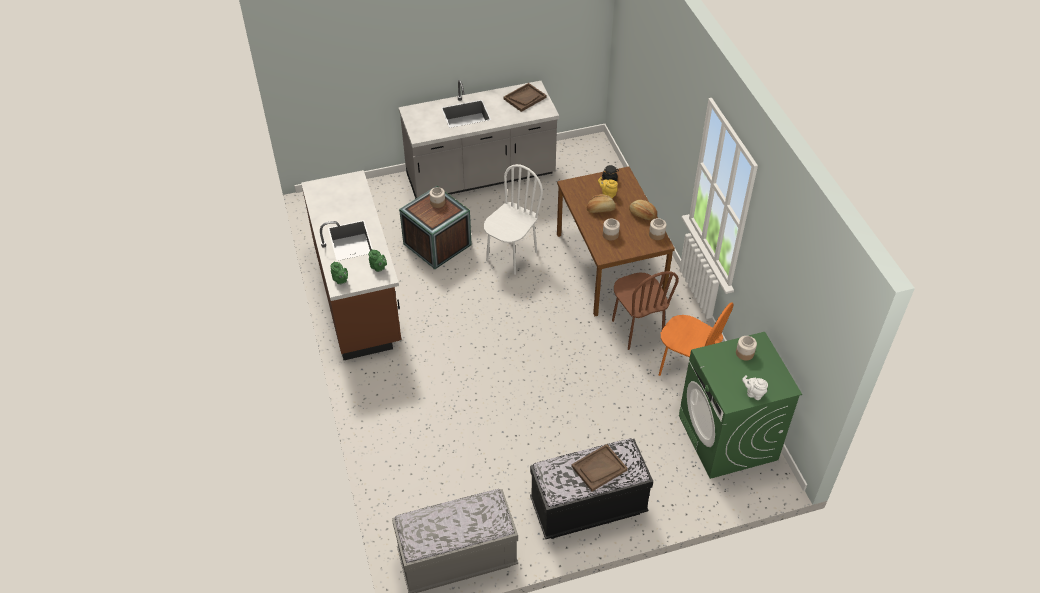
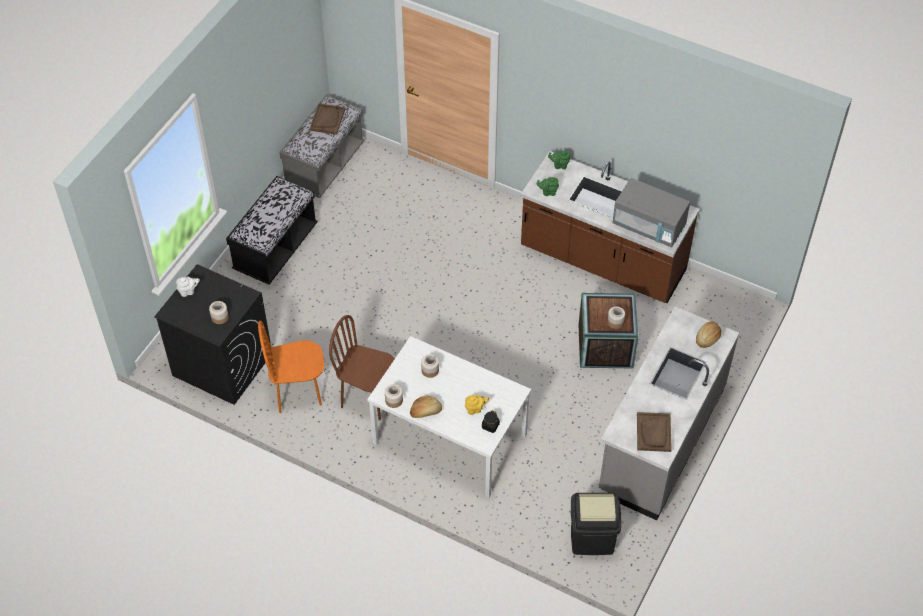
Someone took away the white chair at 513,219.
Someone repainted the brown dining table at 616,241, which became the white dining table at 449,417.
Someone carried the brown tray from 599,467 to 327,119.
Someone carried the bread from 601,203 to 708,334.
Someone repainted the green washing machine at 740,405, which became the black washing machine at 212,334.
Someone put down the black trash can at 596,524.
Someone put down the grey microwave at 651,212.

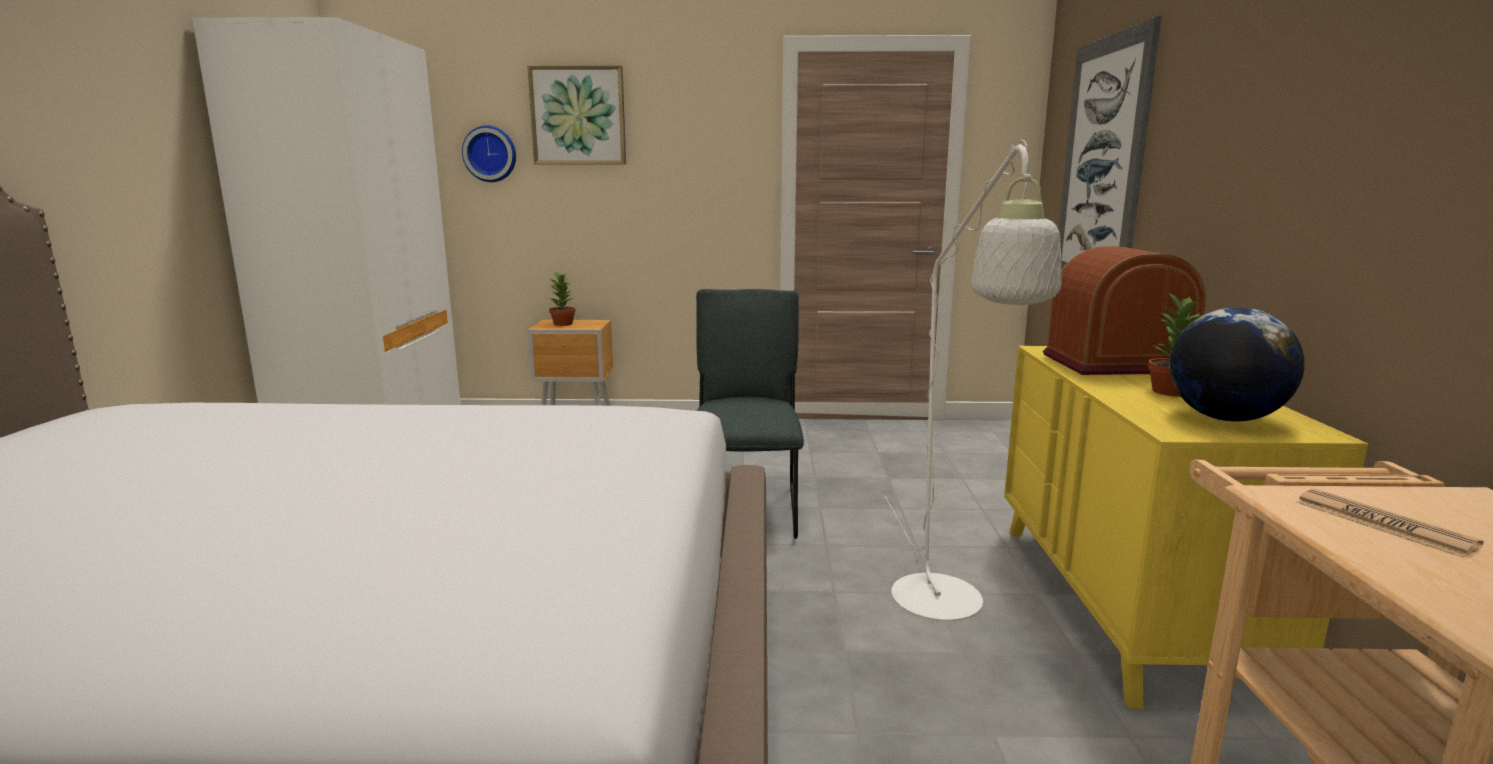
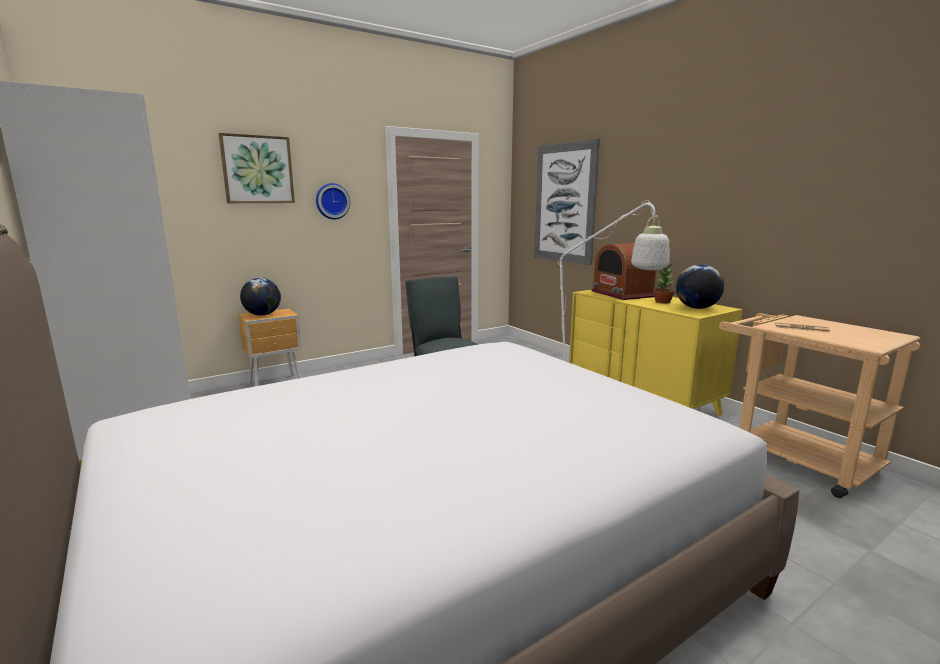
Someone carried the wall clock from 489,153 to 333,201.
Someone swapped the potted plant at 562,298 for the globe at 260,297.
Someone rotated the radio at 1124,310 by 75 degrees counterclockwise.

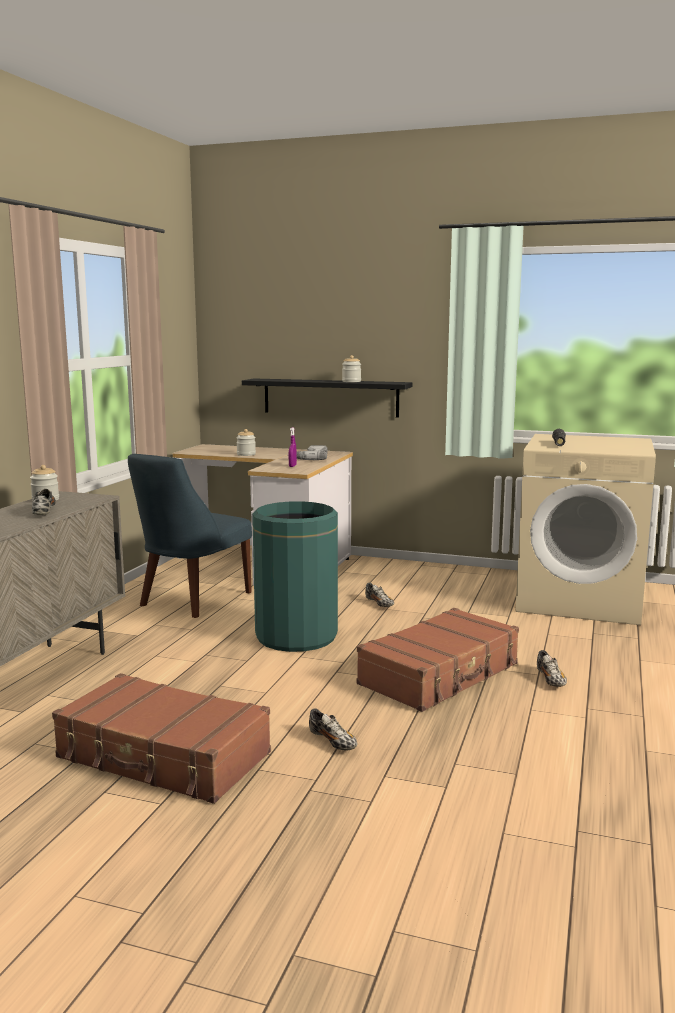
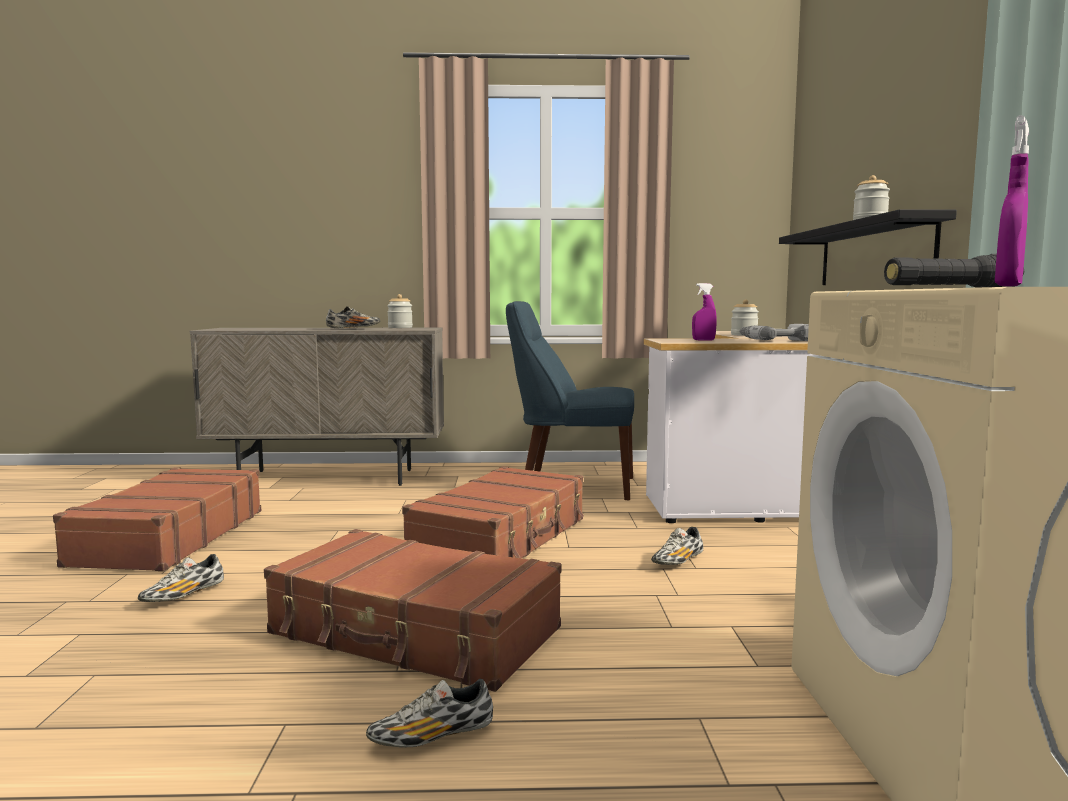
Someone swapped the green trash can at 295,576 for the brown suitcase at 493,512.
Someone put down the purple spray bottle at 1012,200.

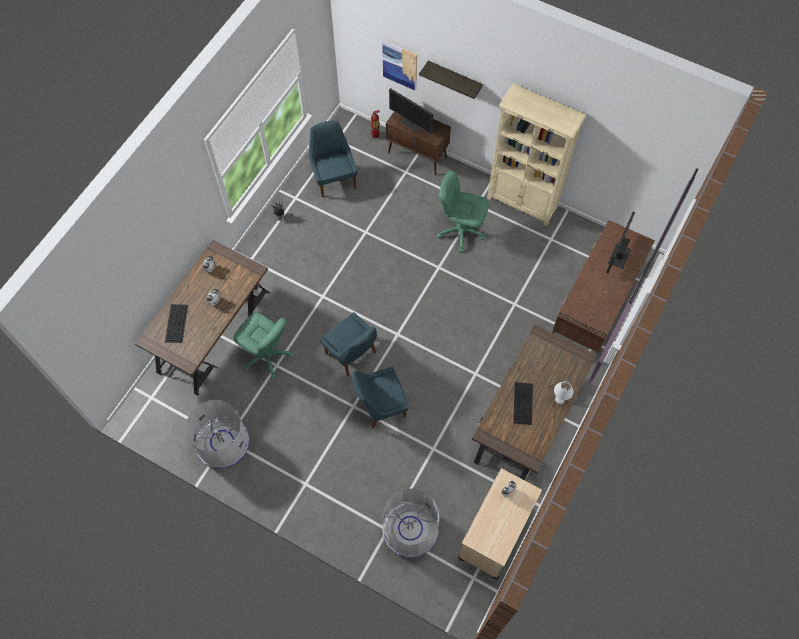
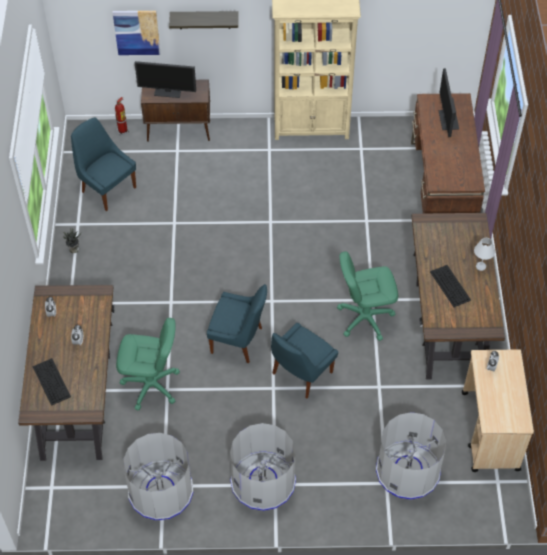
Someone carried the green office chair from 463,211 to 367,296.
Someone put down the grey trash can at 263,467.

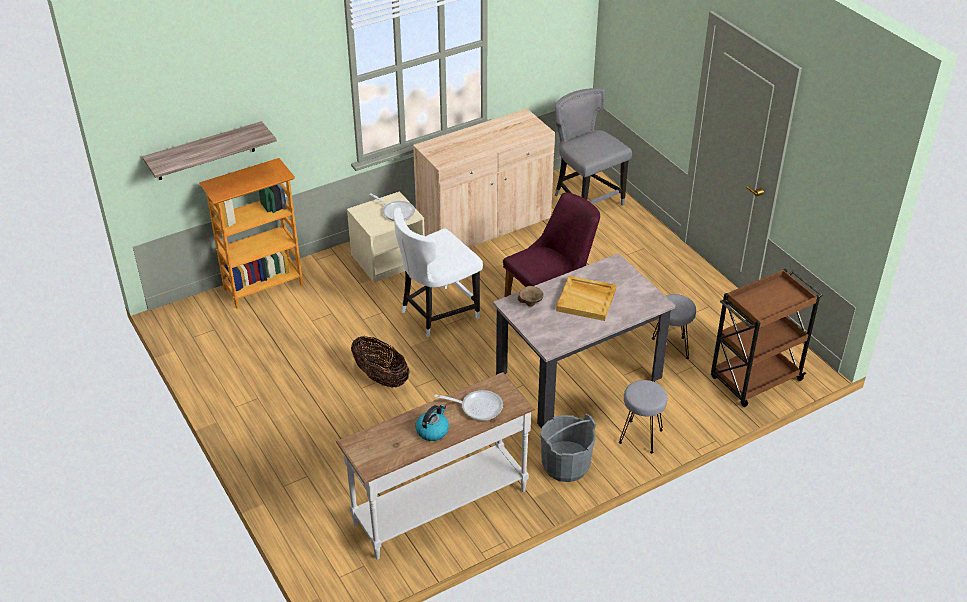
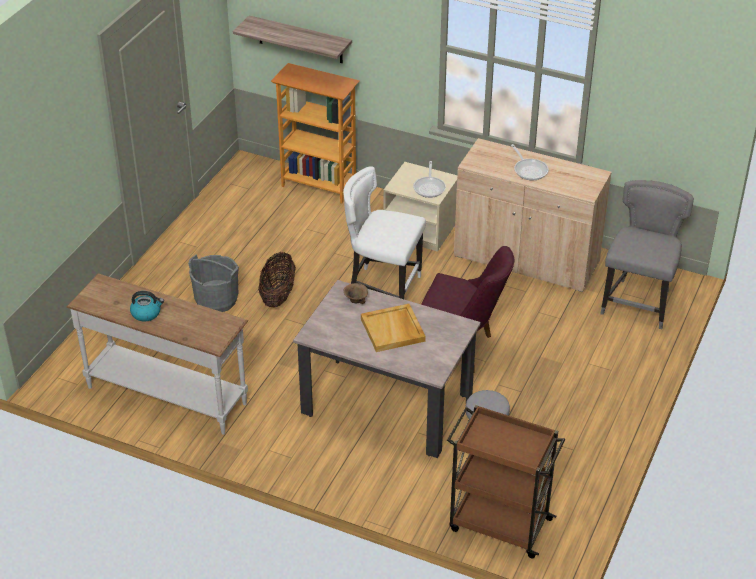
Someone carried the frying pan from 468,405 to 530,162.
Someone carried the grey bucket from 568,448 to 213,283.
Someone took away the grey stool at 643,416.

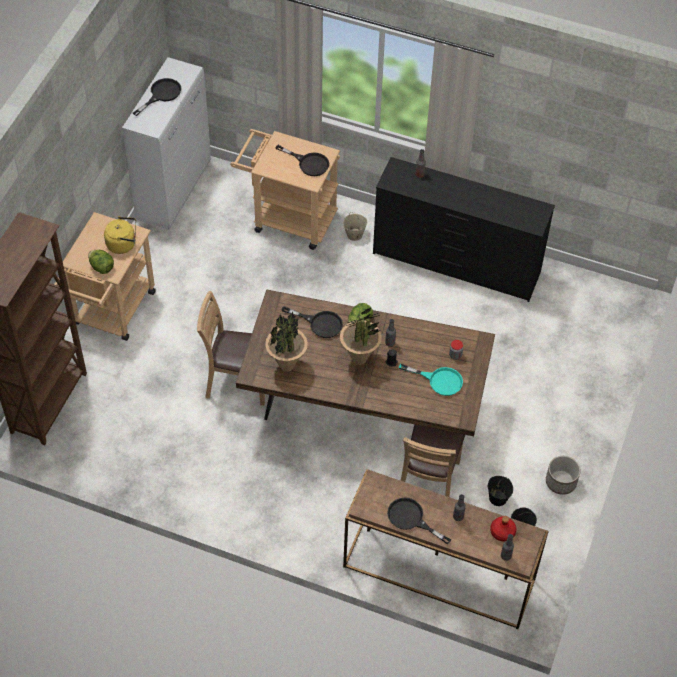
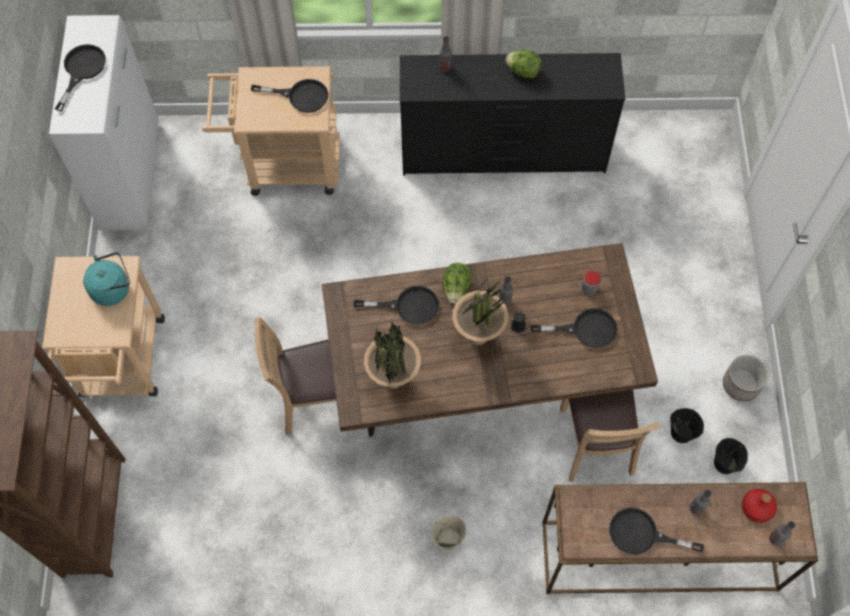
Someone carried the lettuce from 101,262 to 523,64.
Someone repainted the yellow kettle at 120,235, which became the turquoise kettle at 106,279.
Someone carried the beige bucket from 355,226 to 449,532.
Someone repainted the turquoise frying pan at 431,380, which became the black frying pan at 574,328.

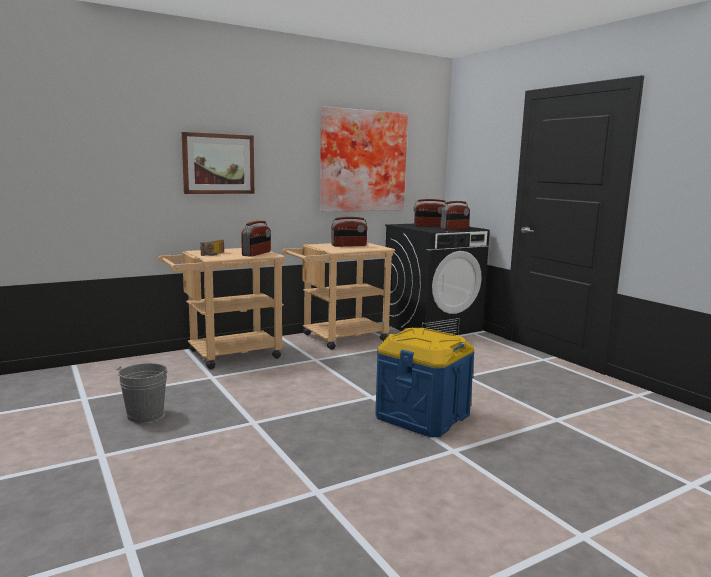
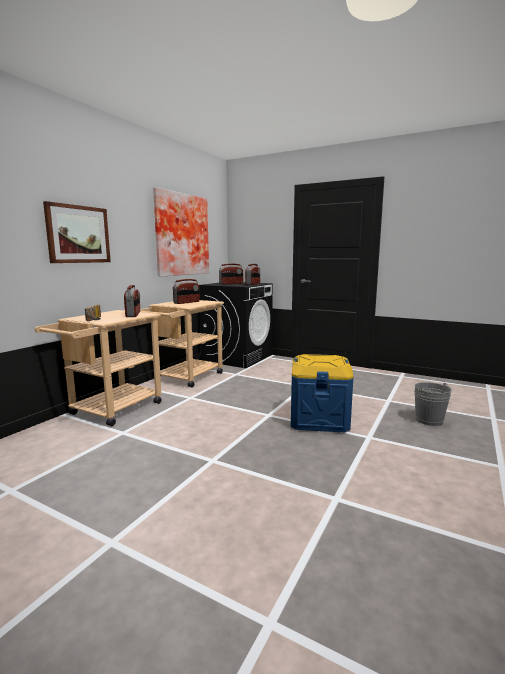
Someone carried the grey bucket from 142,393 to 433,404.

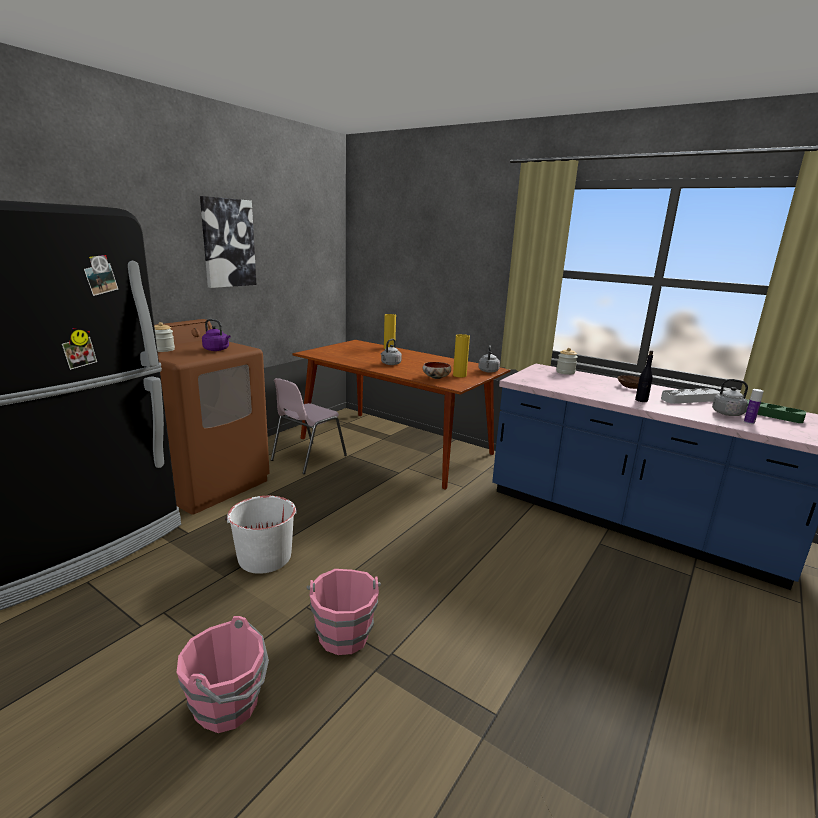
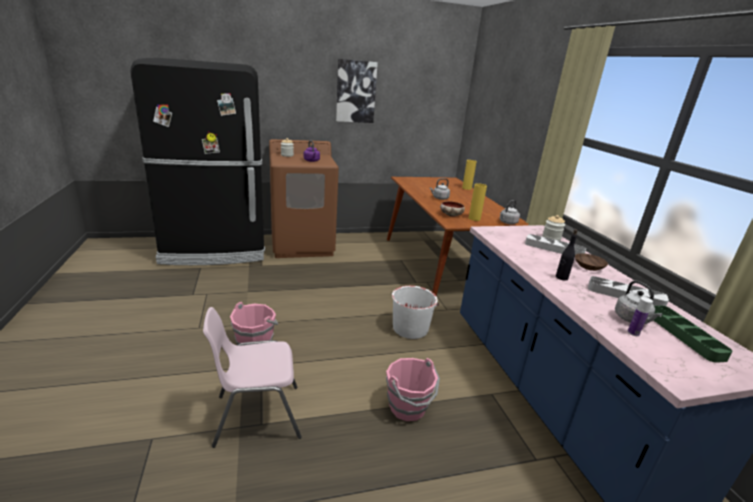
Someone carried the pink bucket from 222,674 to 413,389.
Someone carried the white bucket from 261,535 to 415,312.
Someone carried the pink chair from 309,426 to 252,377.
Someone put down the grey tray at 555,244.

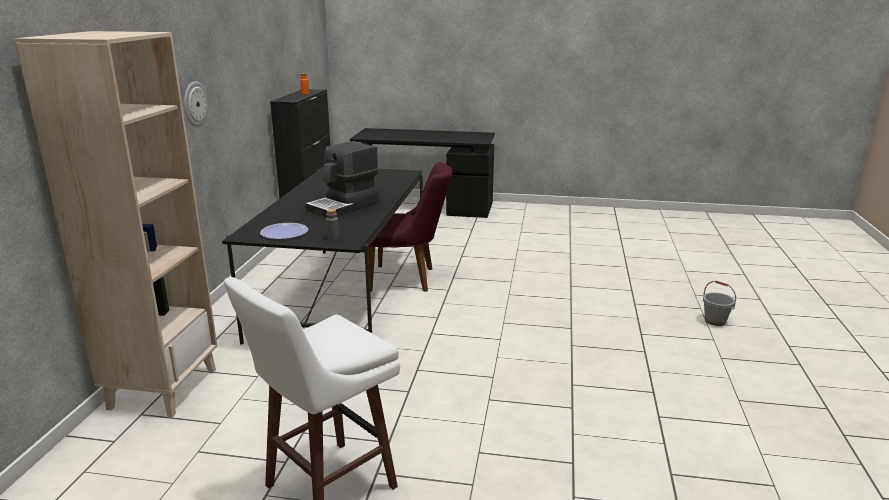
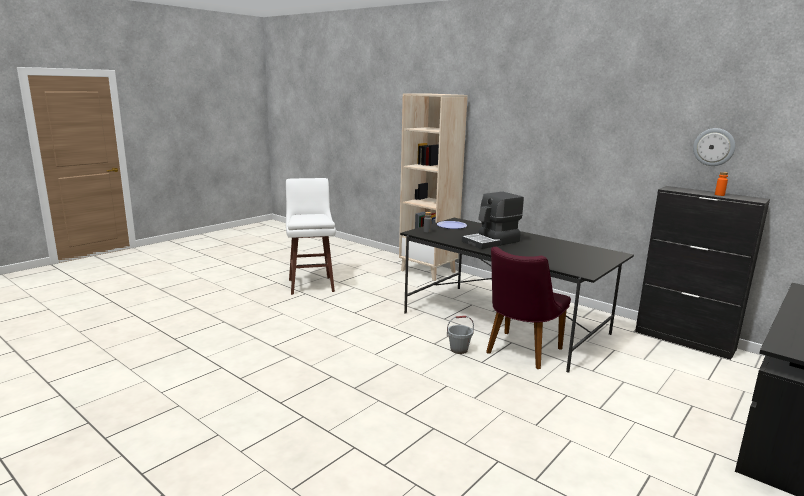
Someone carried the wall clock from 196,104 to 714,147.
Someone rotated the coffee machine at 342,179 by 105 degrees counterclockwise.
Someone carried the grey bucket from 719,303 to 460,335.

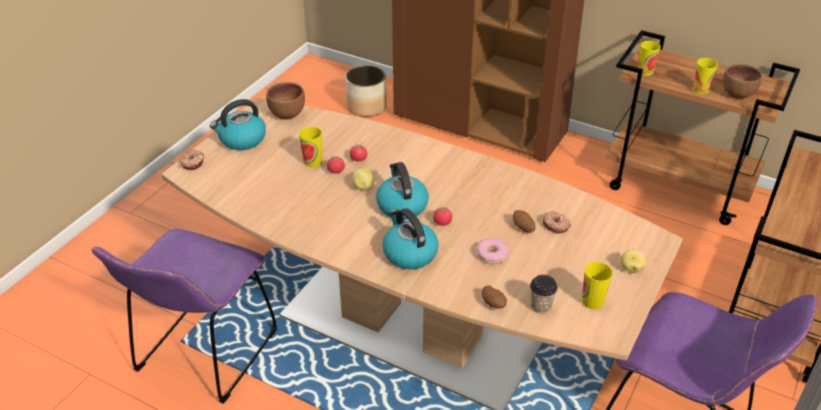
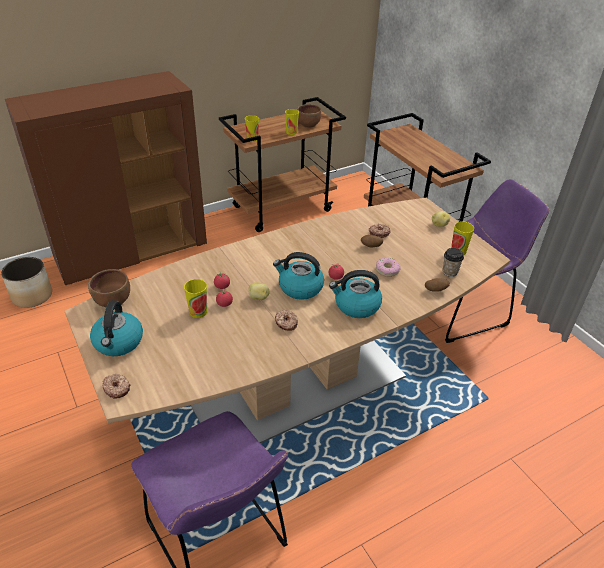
Someone put down the donut at 286,320.

